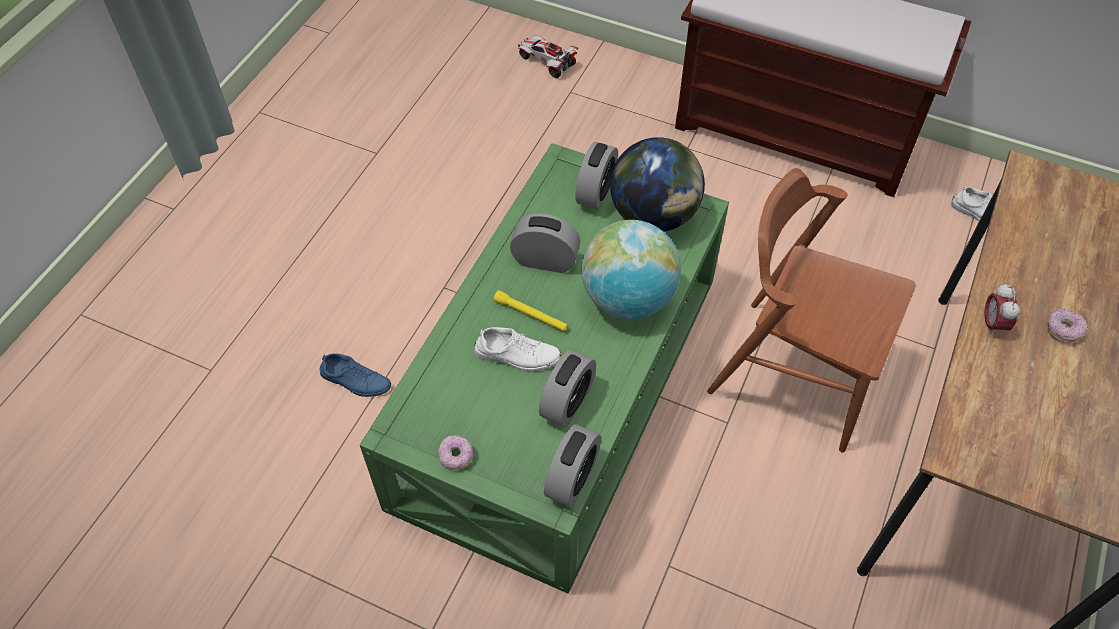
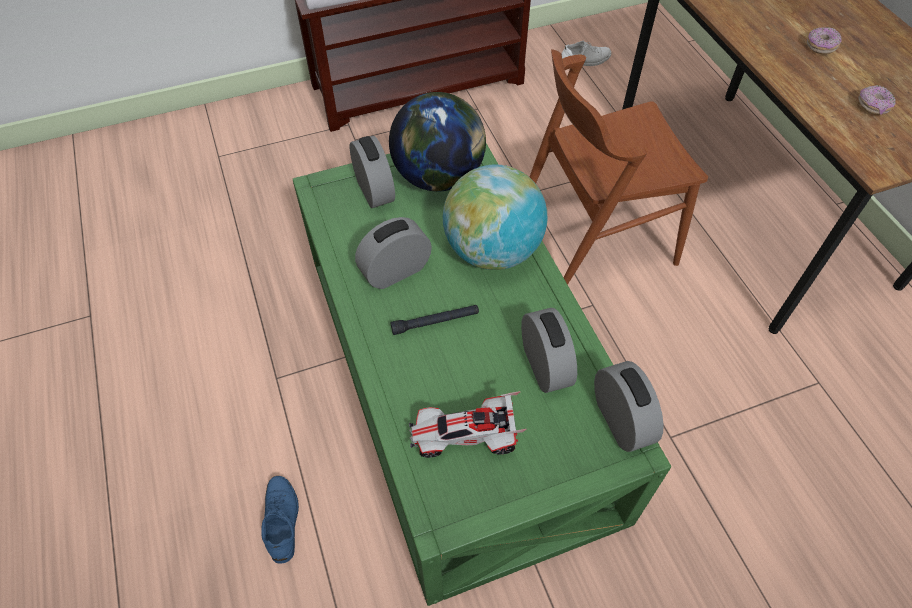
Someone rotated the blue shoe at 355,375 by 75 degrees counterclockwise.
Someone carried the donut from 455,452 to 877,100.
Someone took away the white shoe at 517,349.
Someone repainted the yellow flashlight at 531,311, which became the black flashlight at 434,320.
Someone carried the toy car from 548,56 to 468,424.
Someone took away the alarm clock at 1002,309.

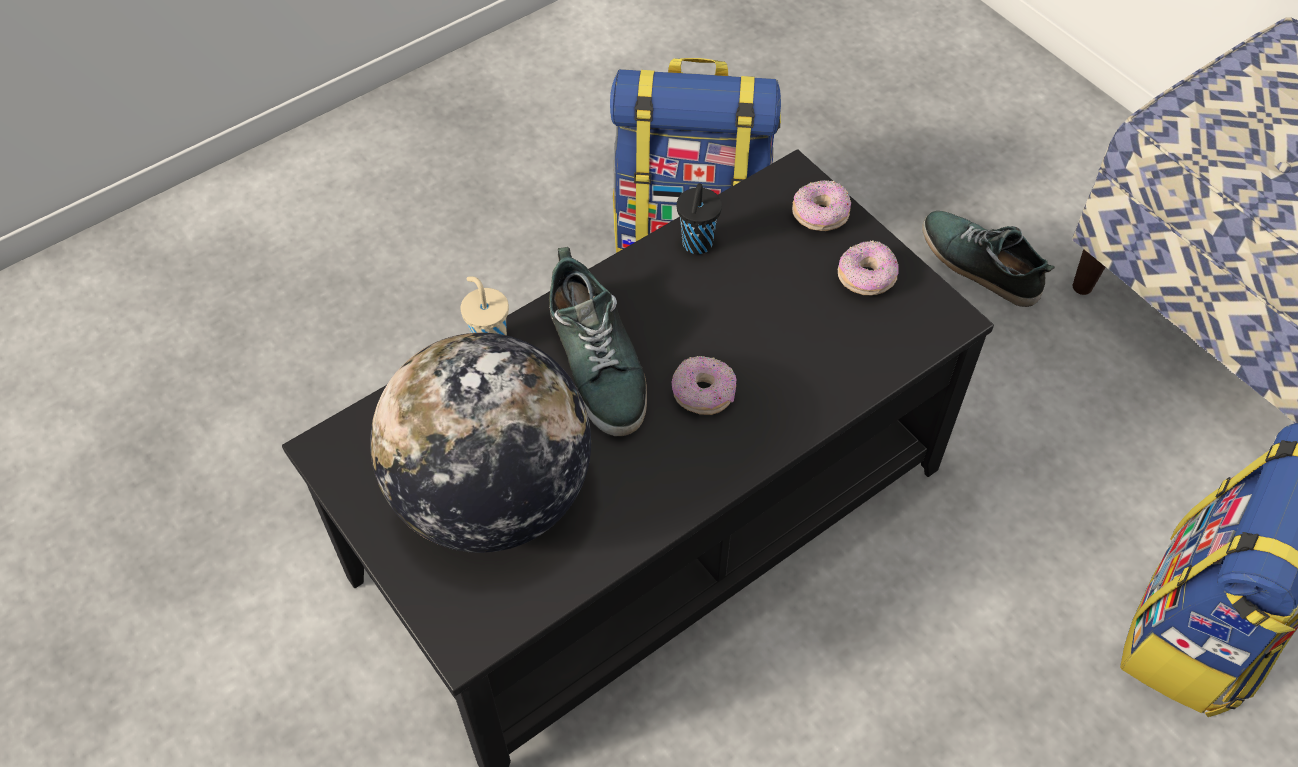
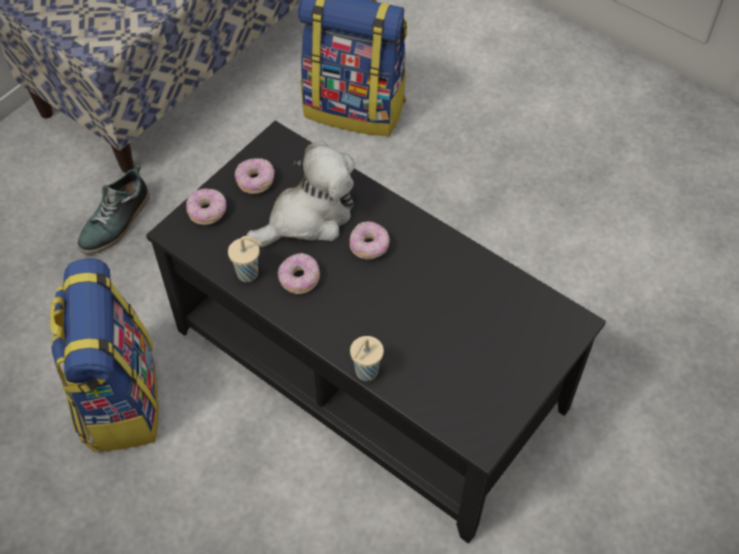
Someone took away the globe at 480,442.
Someone took away the shoe at 598,341.
Someone repainted the black cup at 699,218, which became the beige cup at 245,259.
Someone put down the plush toy at 301,194.
Someone put down the donut at 299,273.

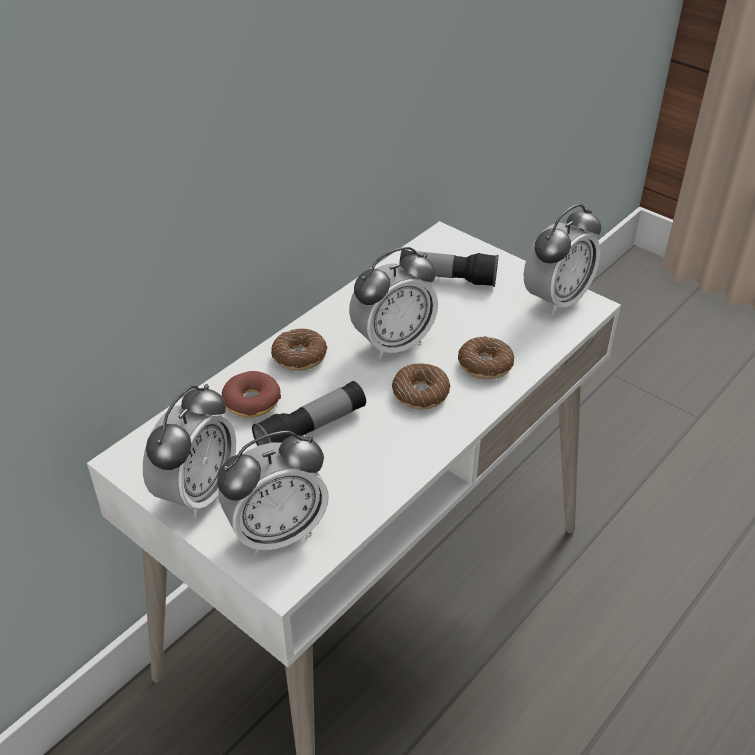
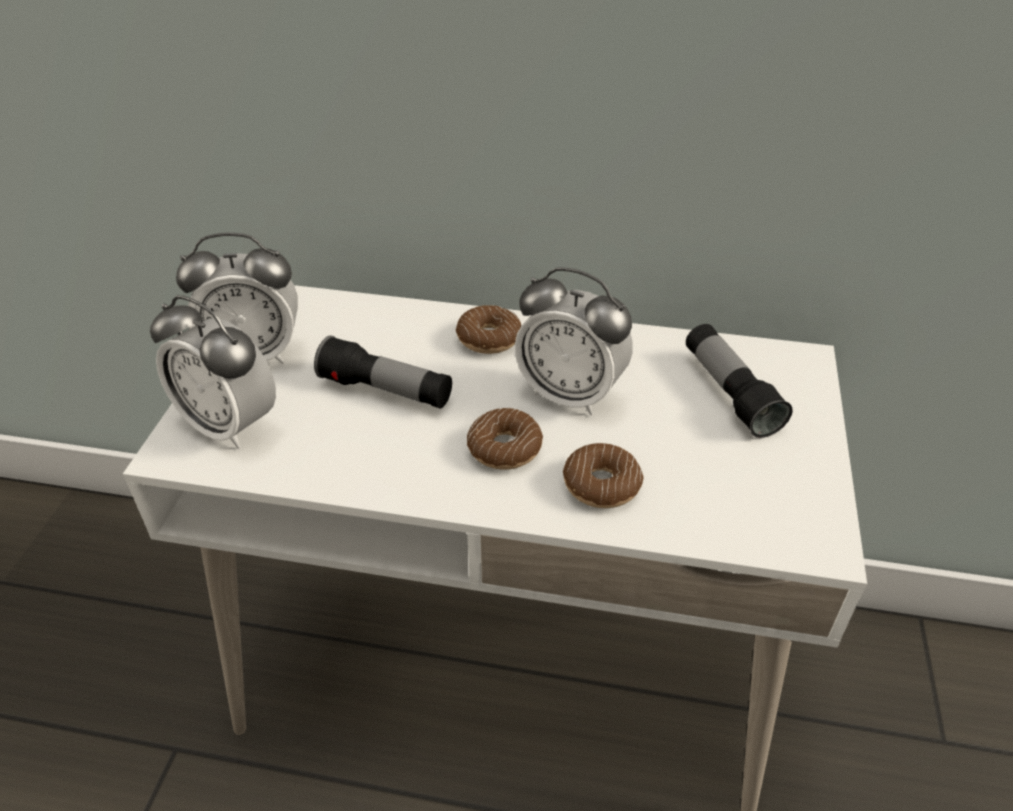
Someone took away the donut at 251,394.
Someone took away the alarm clock at 563,260.

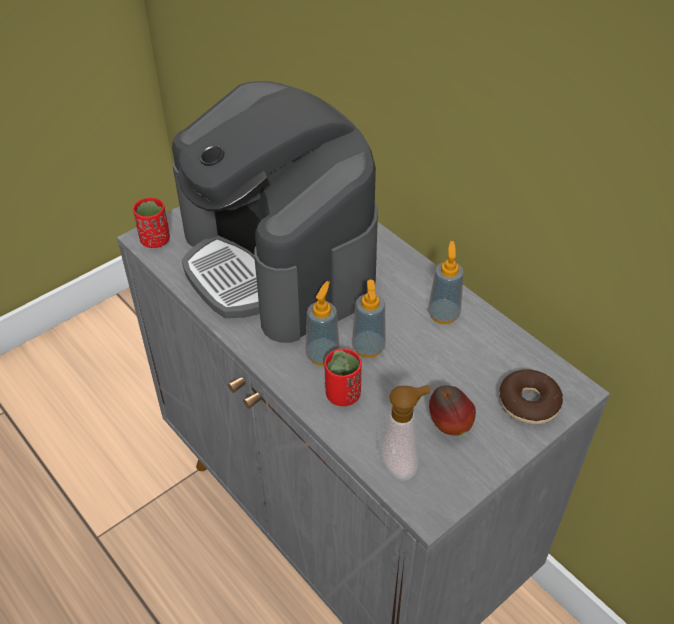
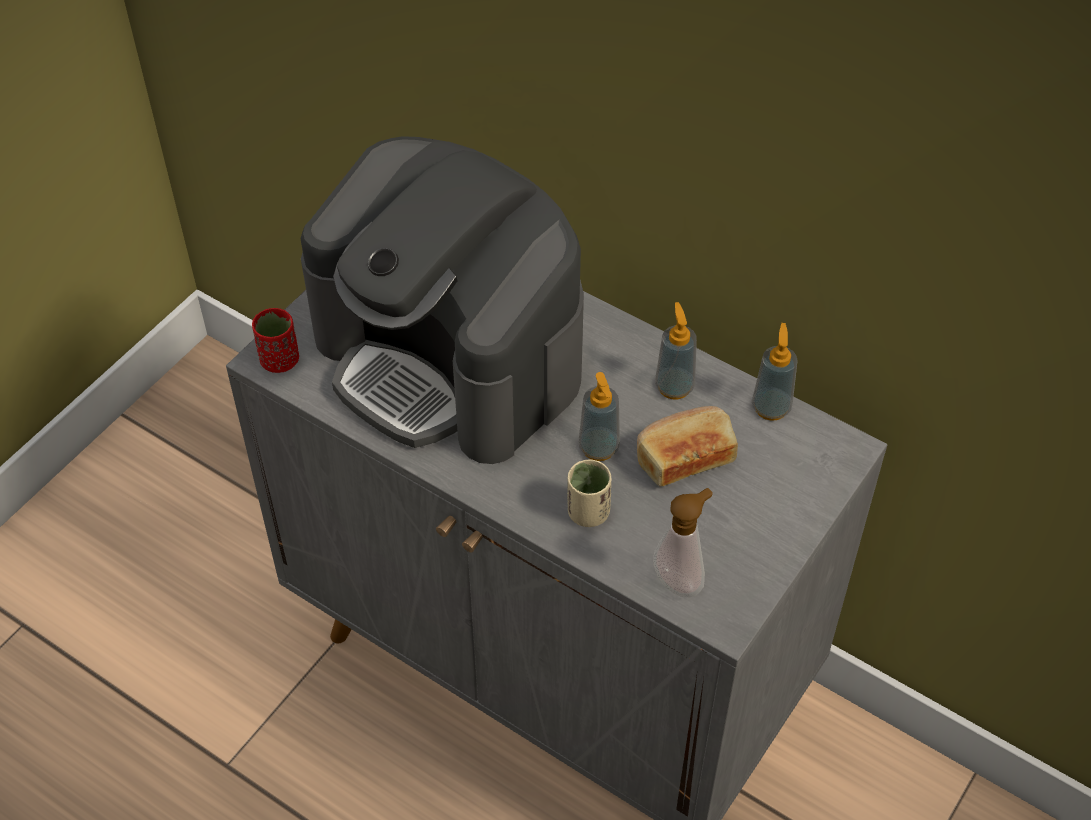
Someone carried the soap dispenser from 323,323 to 775,372.
Someone repainted the red cup at 342,377, which became the beige cup at 589,493.
Someone took away the apple at 452,411.
Someone took away the donut at 531,396.
Someone put down the bread at 687,446.

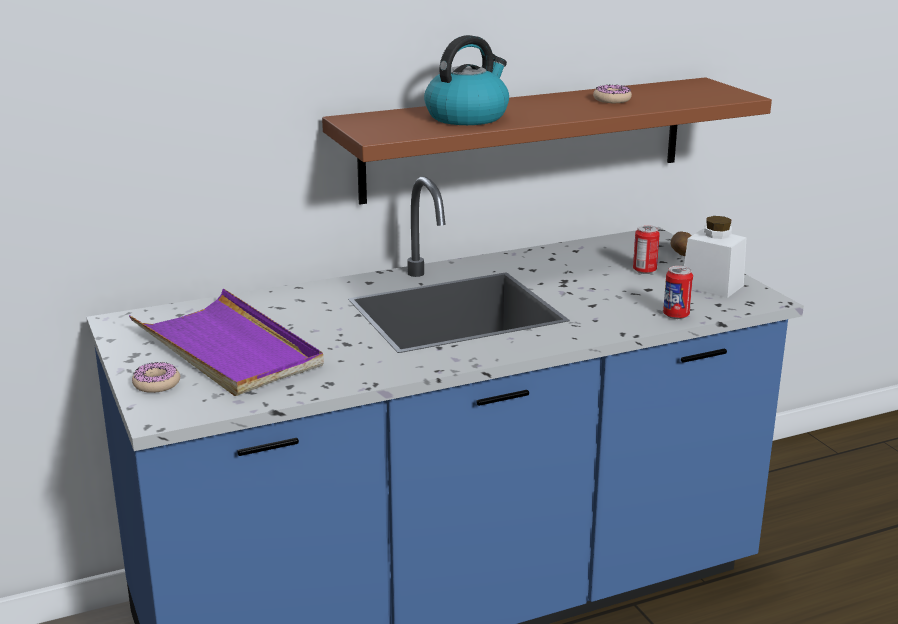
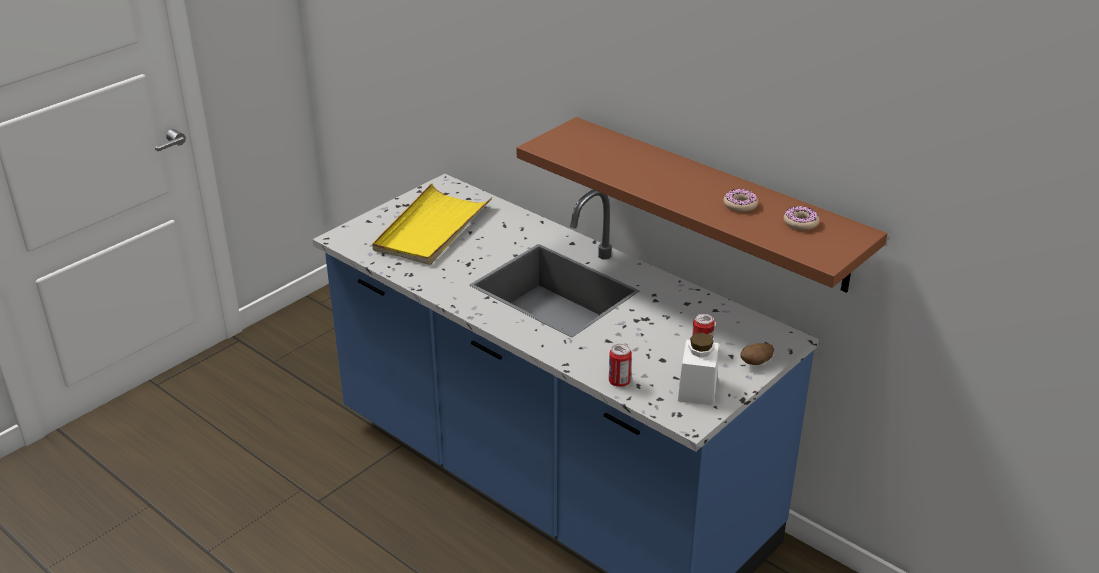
Someone repainted the purple tray at 226,342, which became the yellow tray at 432,224.
Someone carried the donut from 156,377 to 801,218.
Someone took away the kettle at 466,80.

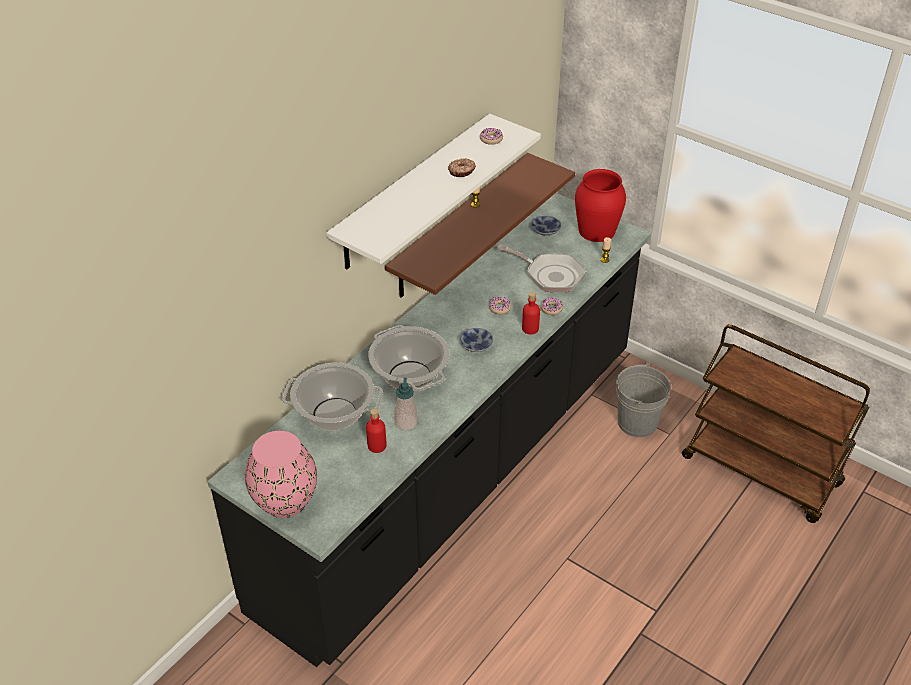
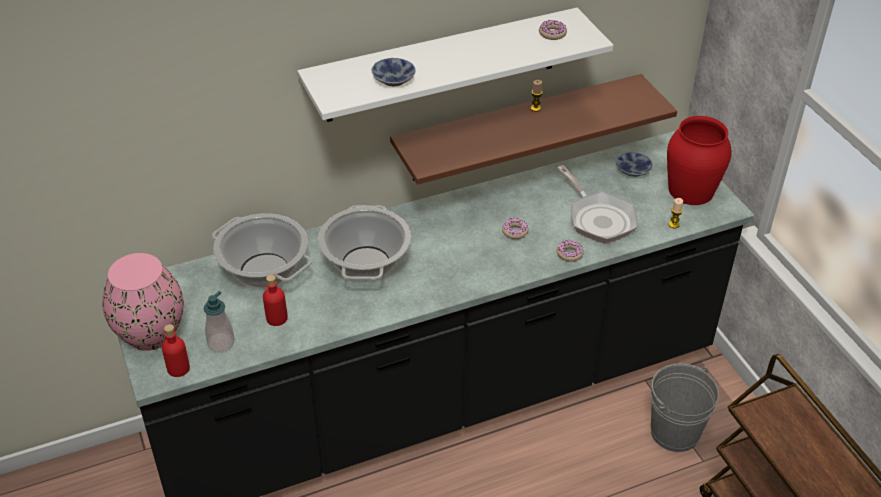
Someone carried the soap dispenser from 406,404 to 219,321.
Someone took away the donut at 462,168.
Someone carried the bowl from 476,340 to 393,72.
Someone carried the red bottle from 531,313 to 176,350.

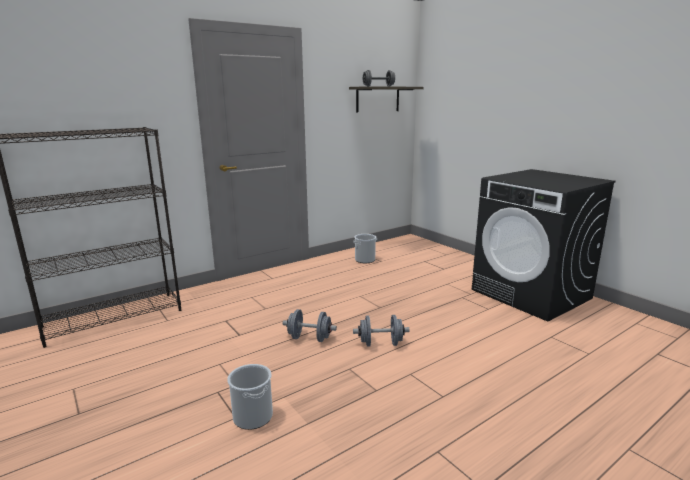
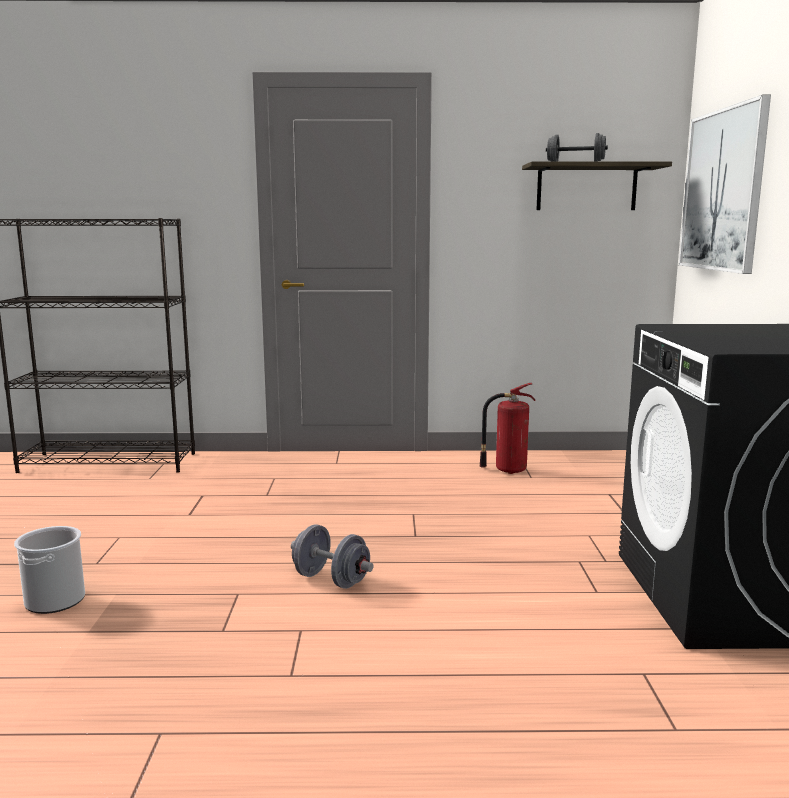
Someone took away the grey dumbbell at 310,325.
Someone swapped the bucket at 365,248 for the fire extinguisher at 508,428.
Someone put up the picture at 725,184.

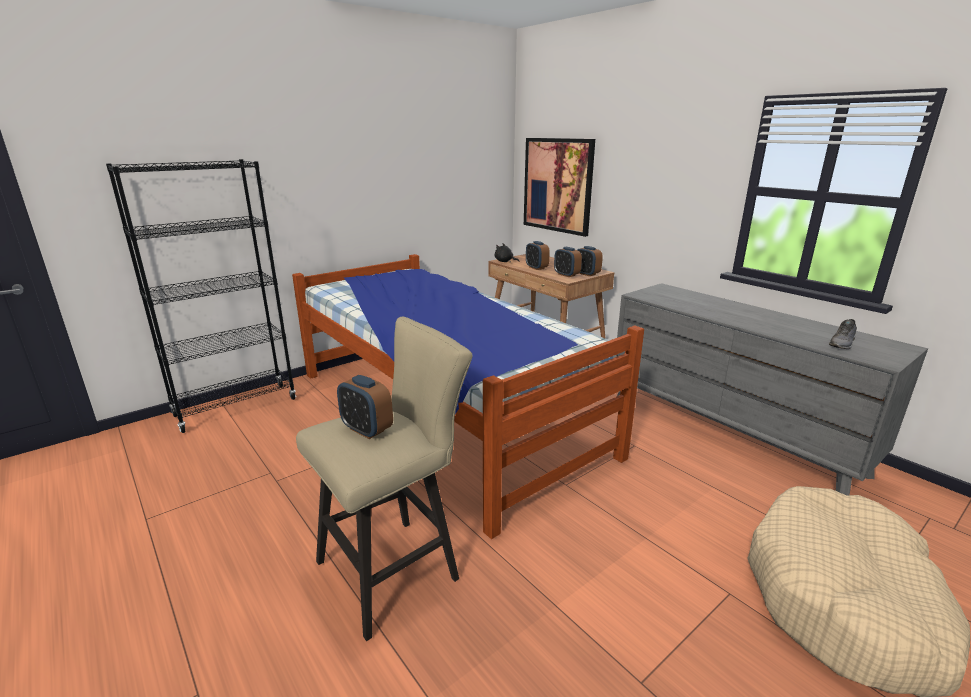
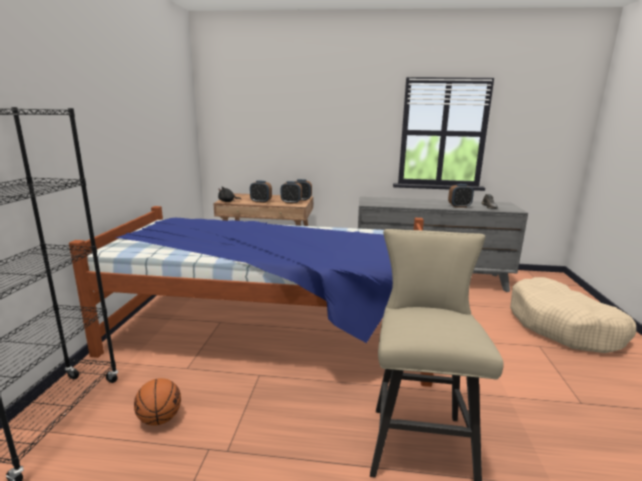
Someone carried the alarm clock from 365,407 to 461,195.
Someone took away the picture at 559,187.
Someone put down the basketball at 157,402.

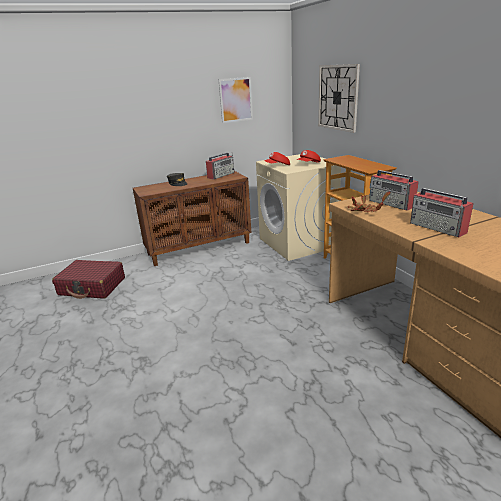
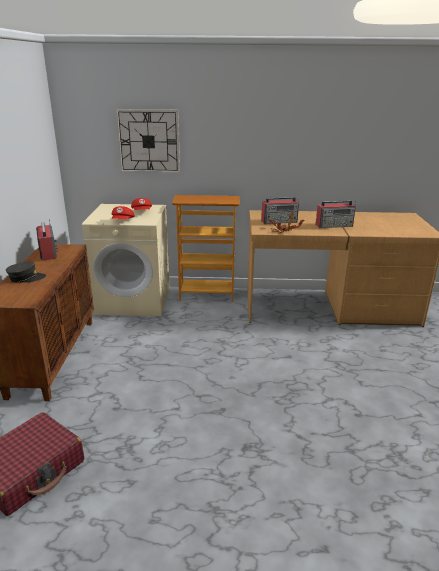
Someone took away the picture at 236,100.

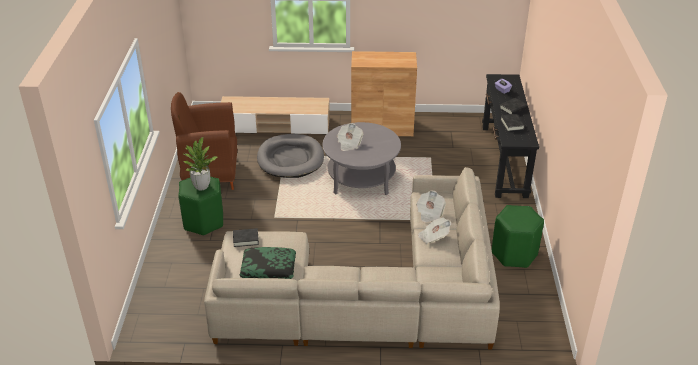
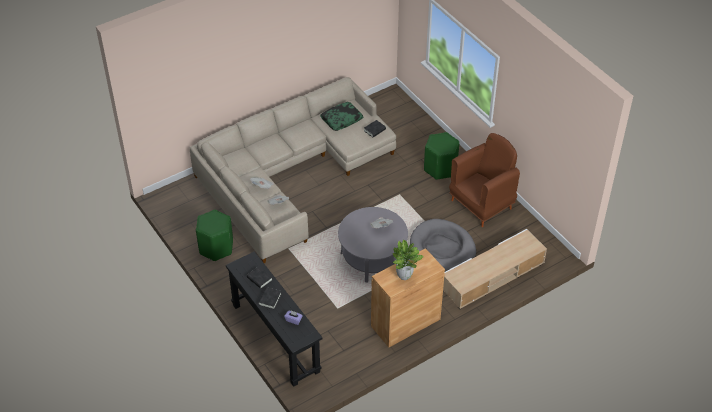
Someone carried the potted plant from 200,163 to 408,259.

